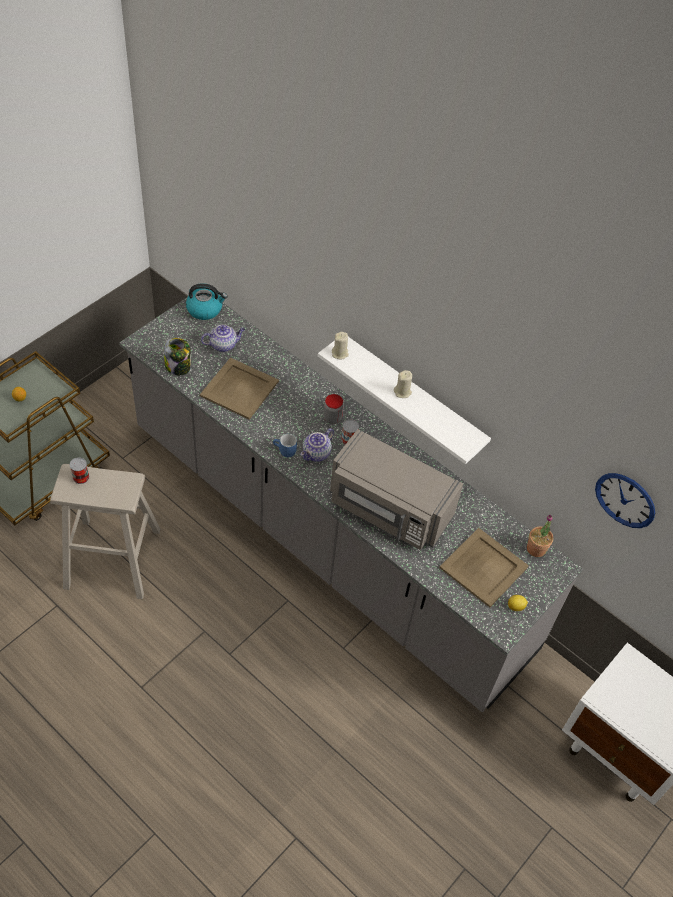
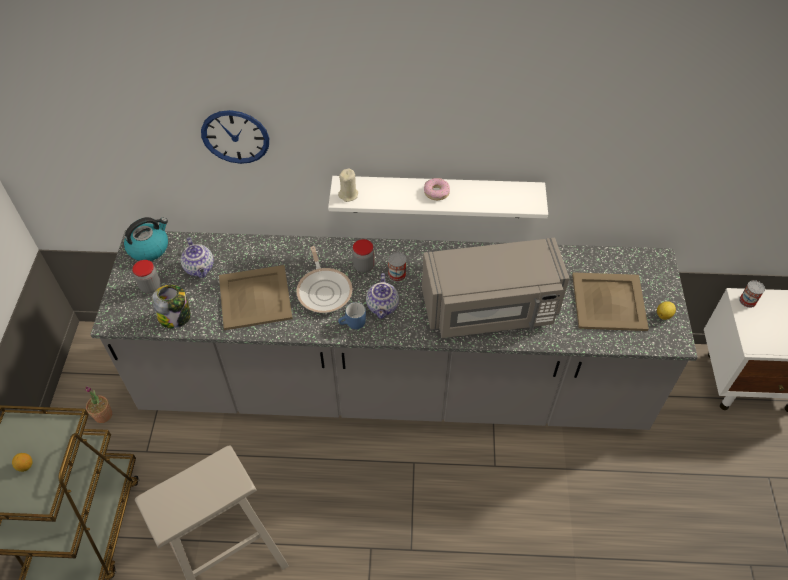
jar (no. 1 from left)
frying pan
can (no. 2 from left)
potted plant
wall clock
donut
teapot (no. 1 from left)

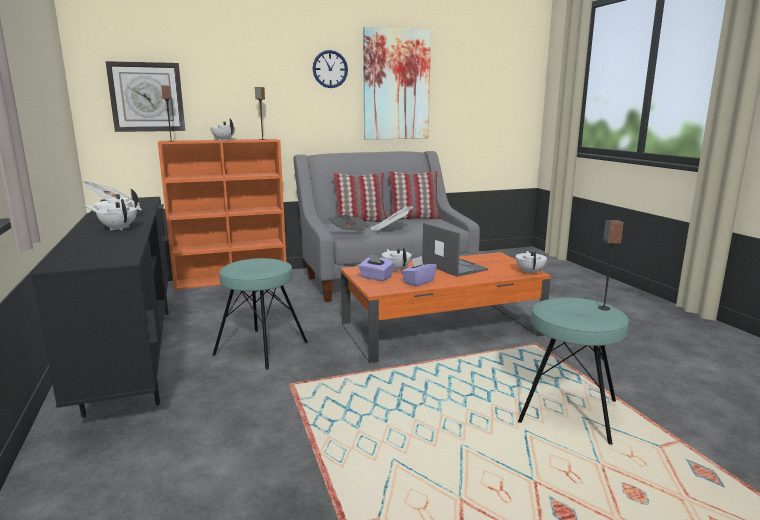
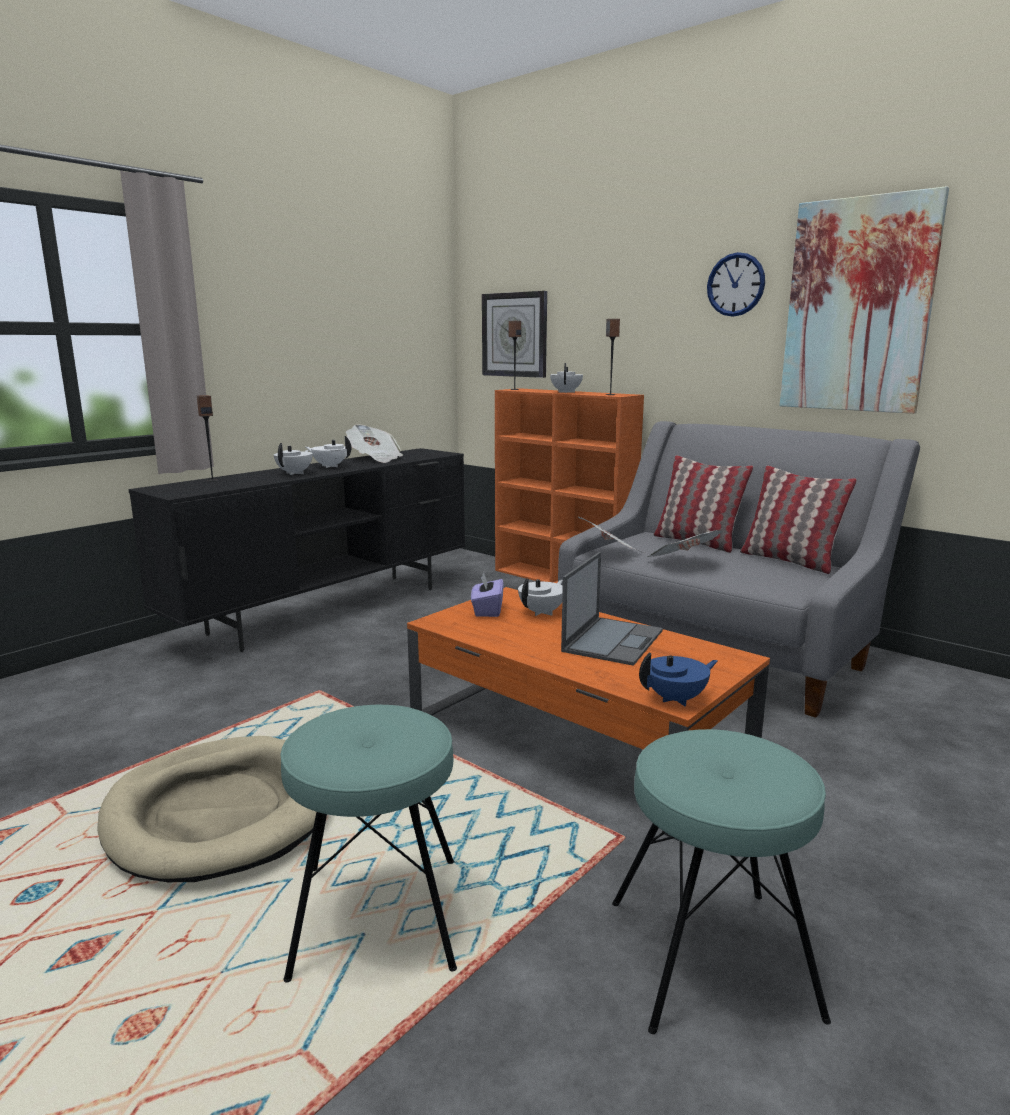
purple tissue box (no. 2 from left in the first image)
beige dog bed
turquoise stool (no. 2 from left)
speaker (no. 1 from left)
blue teapot

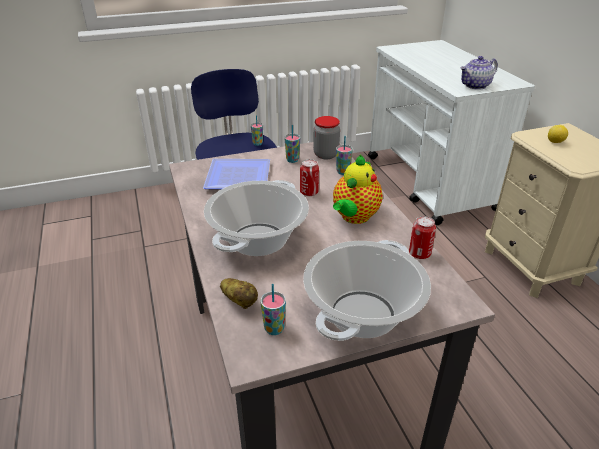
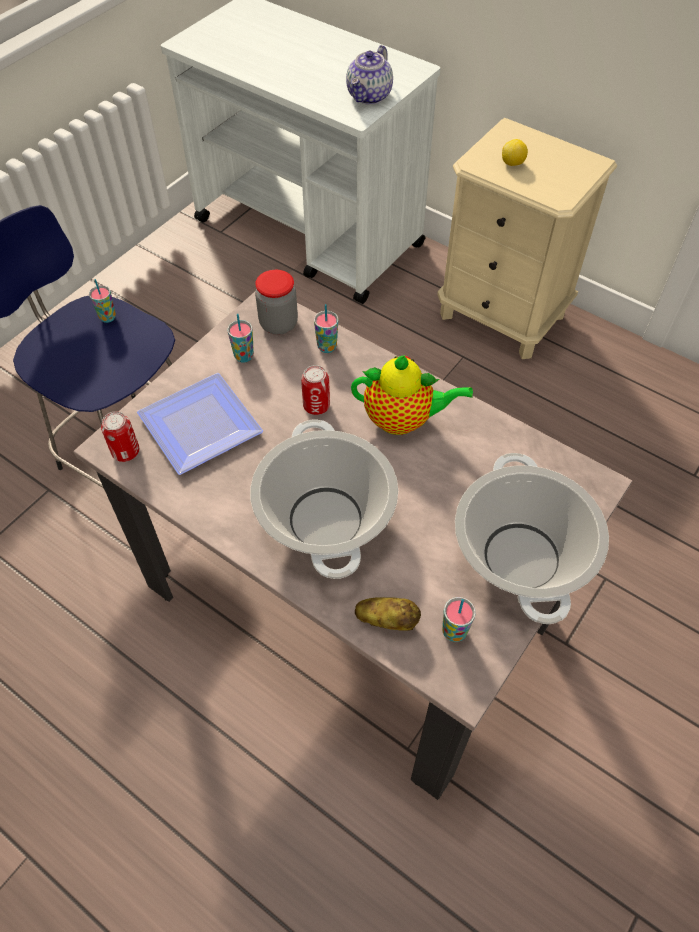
can (no. 1 from left)
teapot (no. 2 from left)

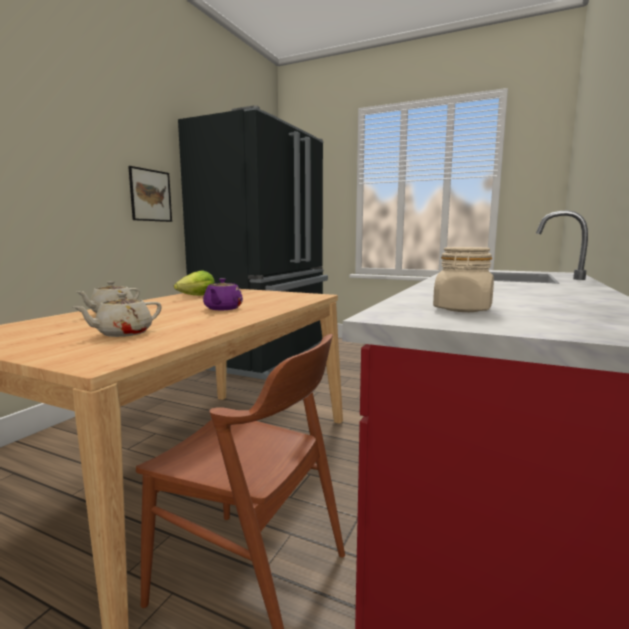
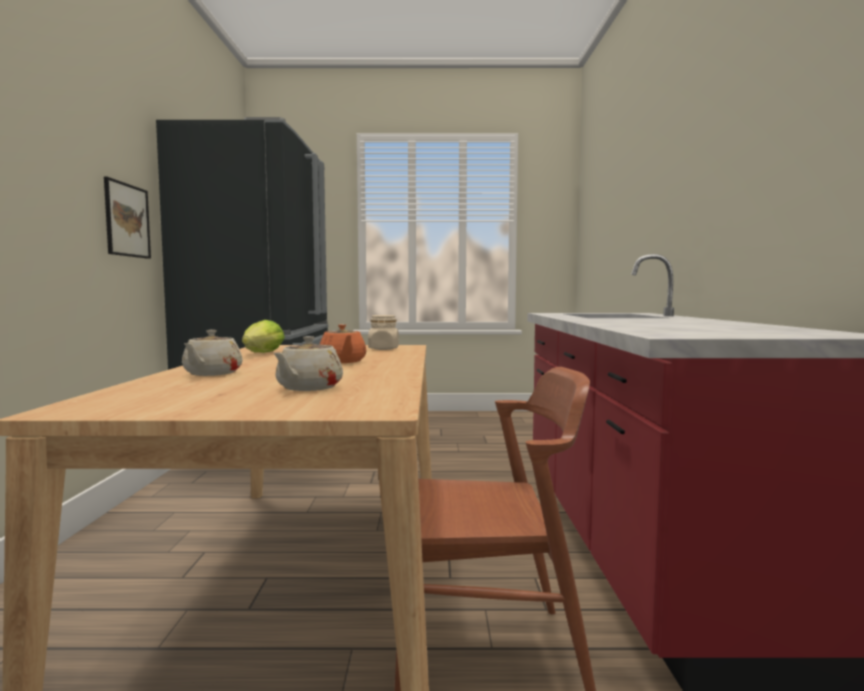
beige jar
orange teapot

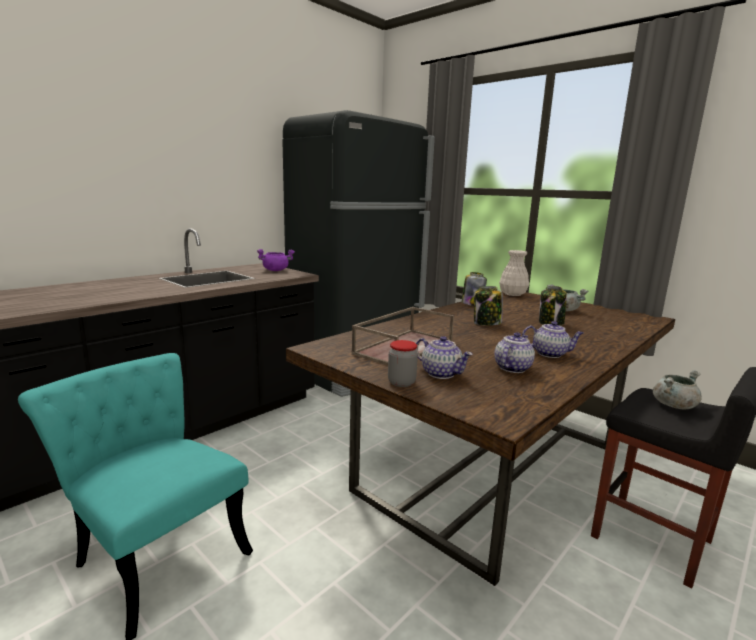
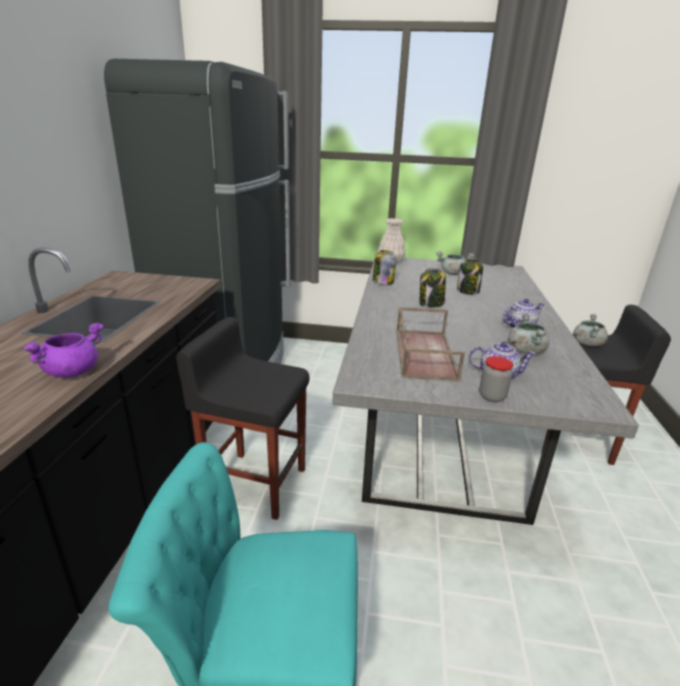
black stool (no. 1 from left)
purple cooking pot
grey cooking pot (no. 2 from left)
grey dining table

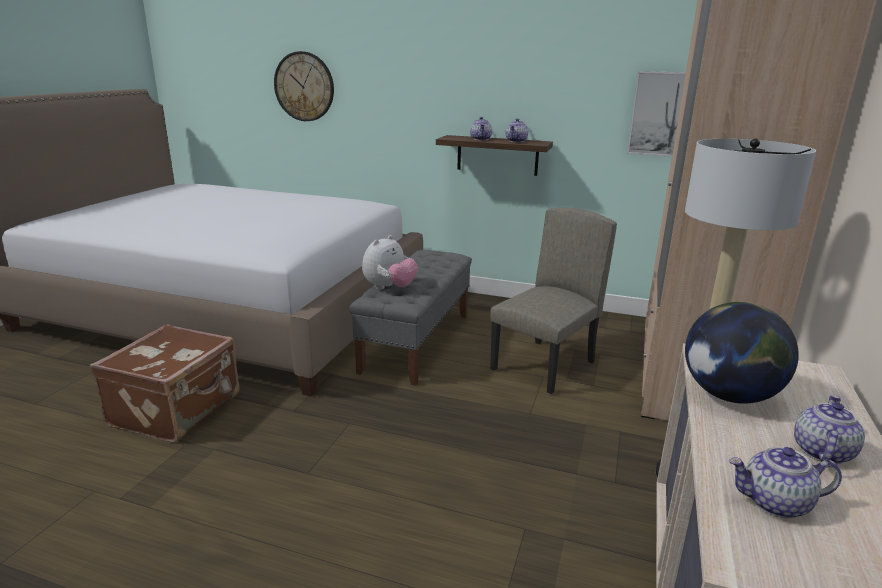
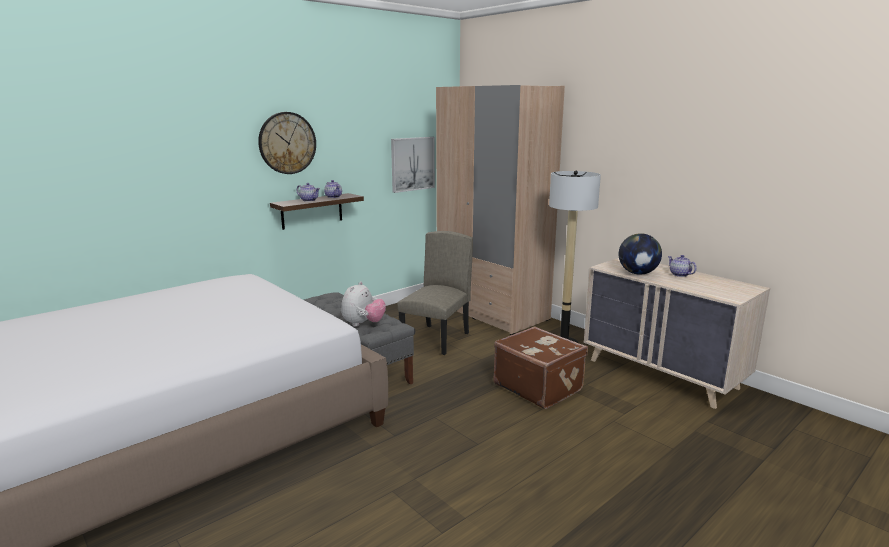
teapot (no. 3 from left in the first image)
brown suitcase
wall clock
plush toy
beige chair

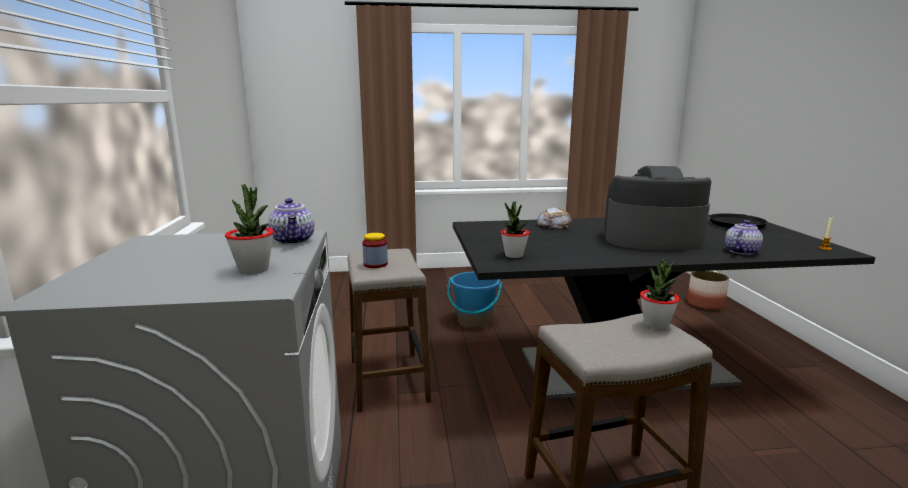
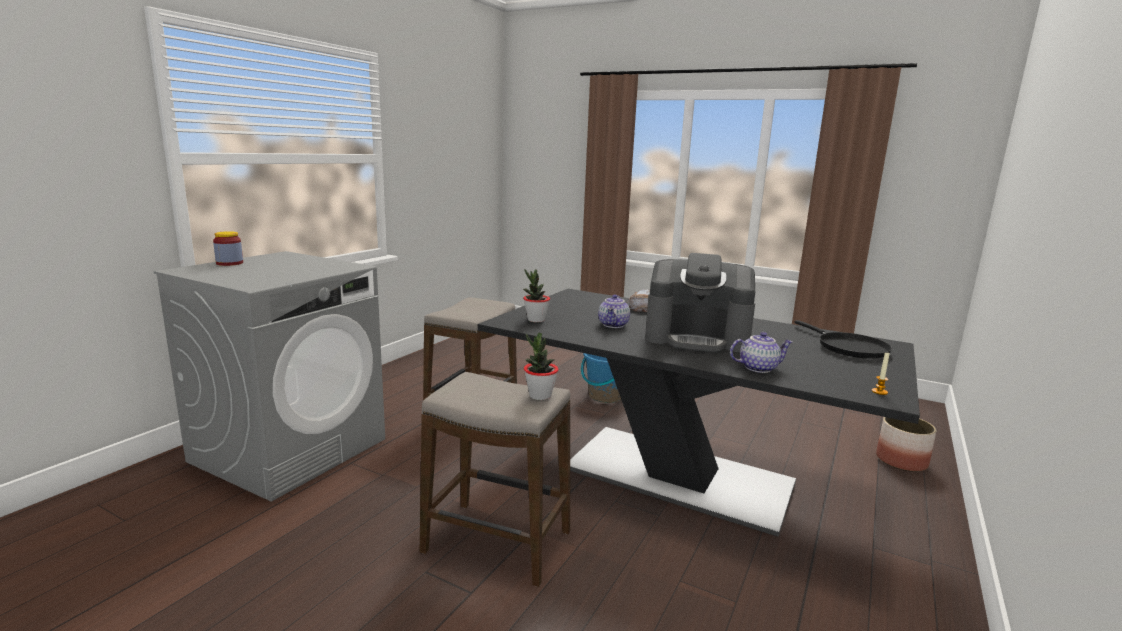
potted plant (no. 1 from left in the first image)
teapot (no. 1 from left)
jar
coffee machine

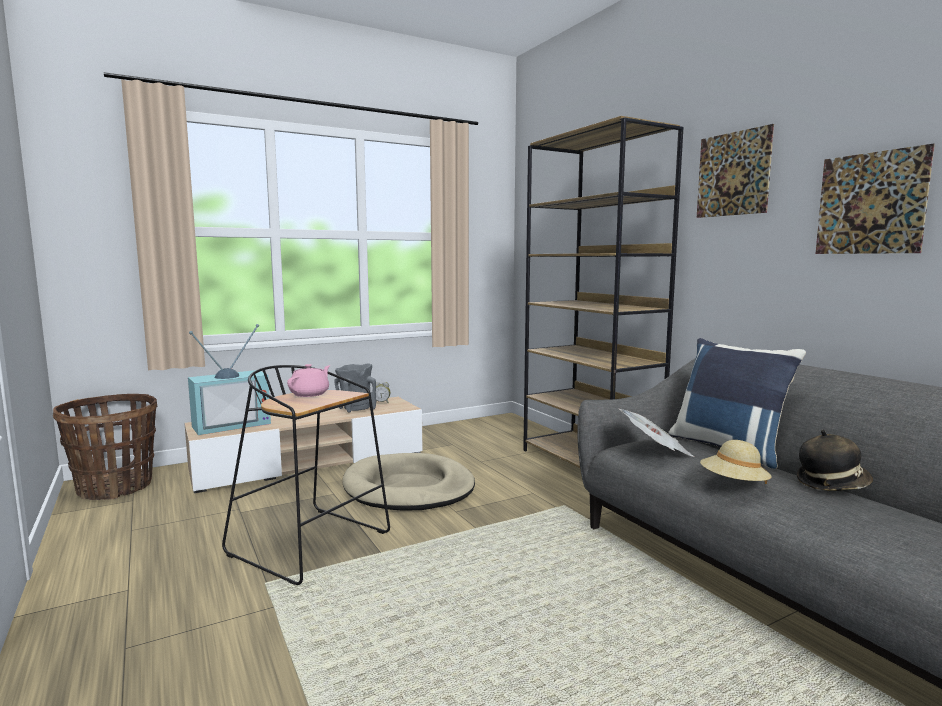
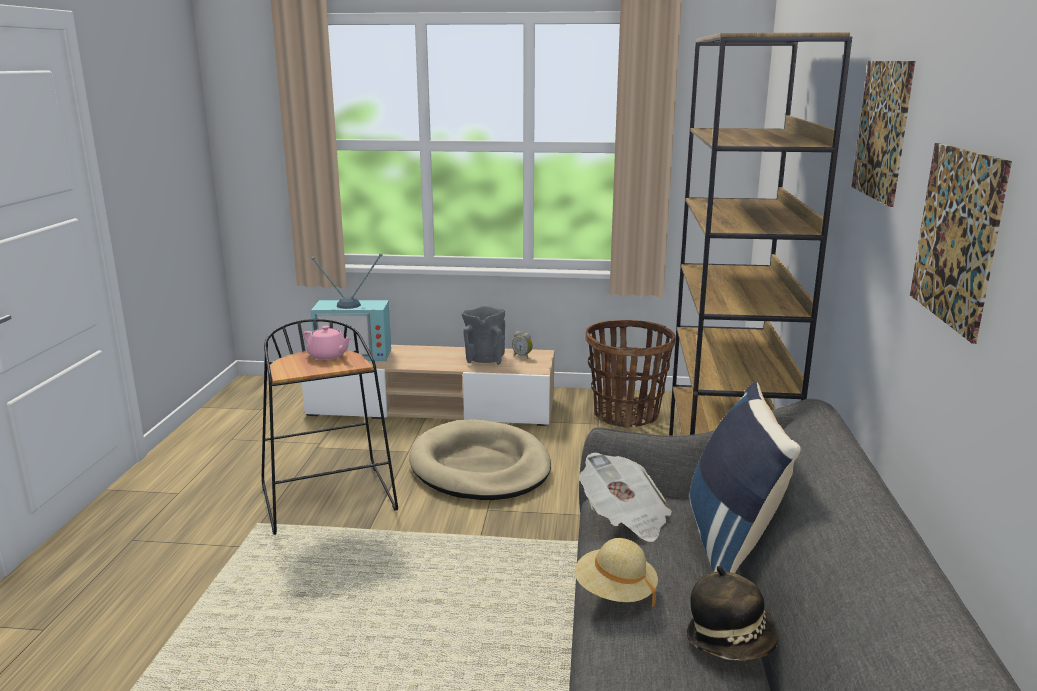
basket
pink teapot

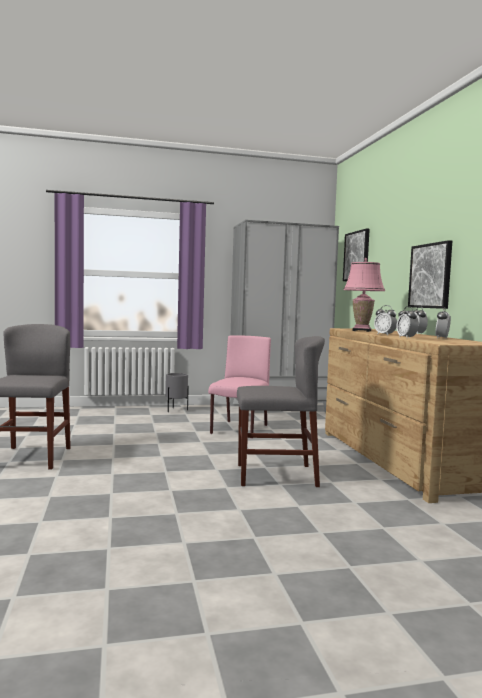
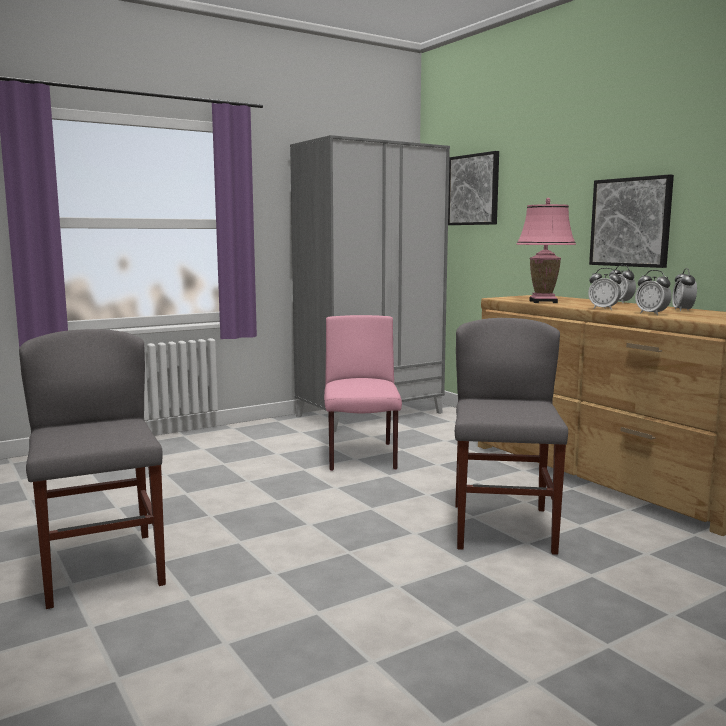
grey planter
grey chair (no. 2 from left)

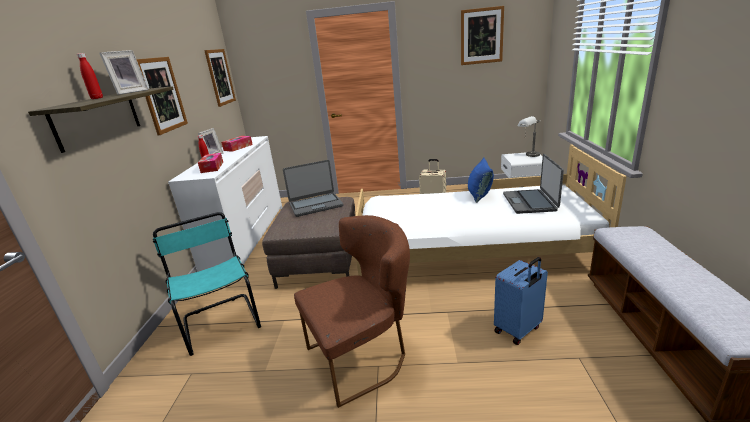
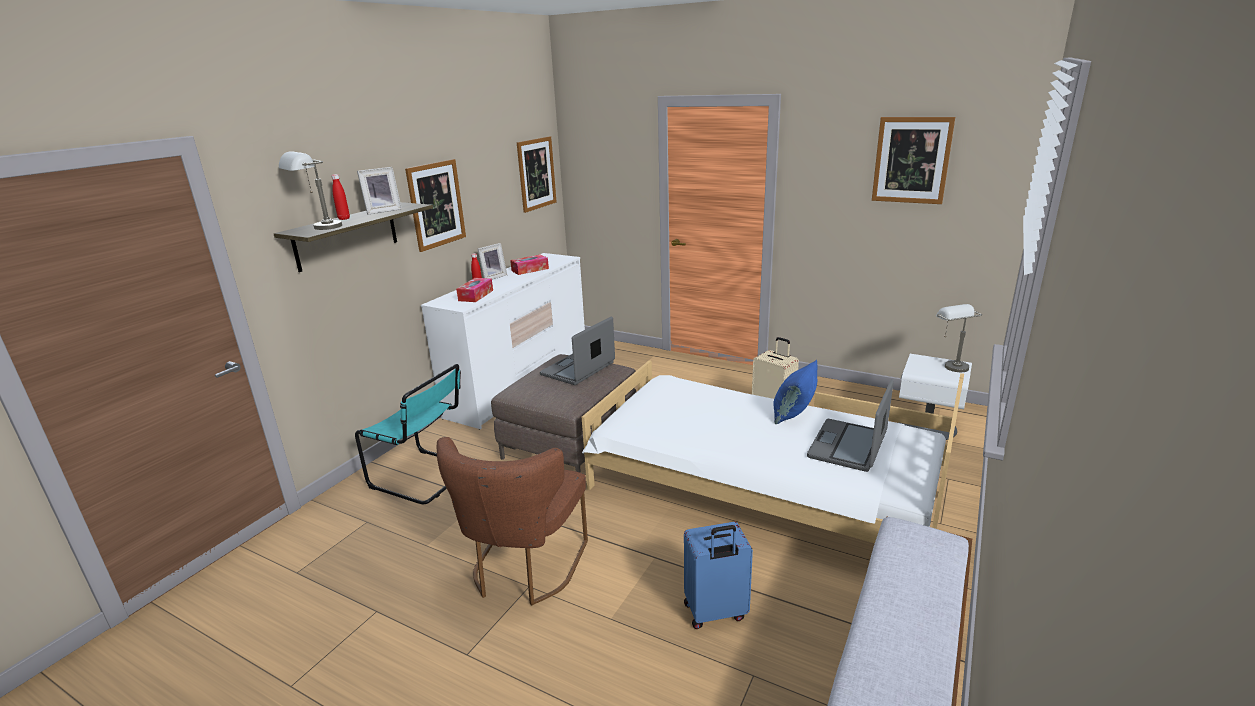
grey table lamp (no. 1 from left)
turquoise chair
laptop (no. 1 from left)
brown chair

